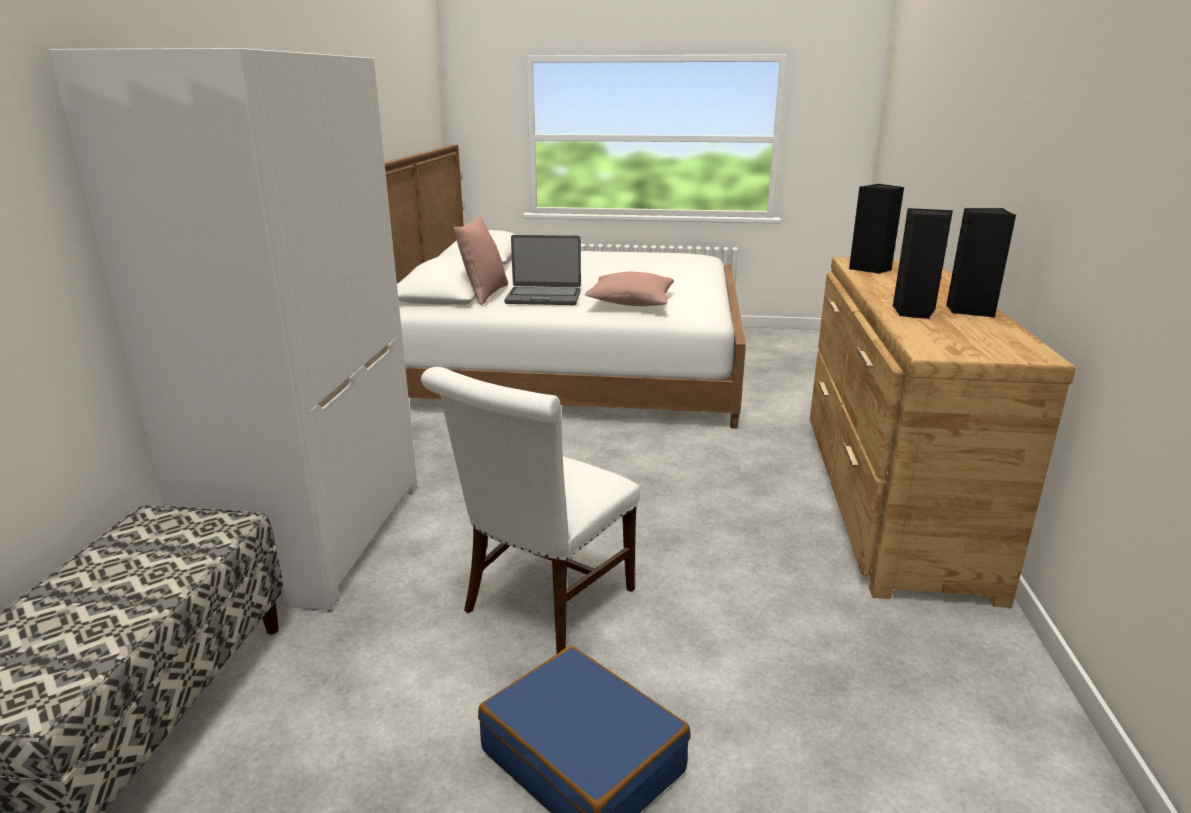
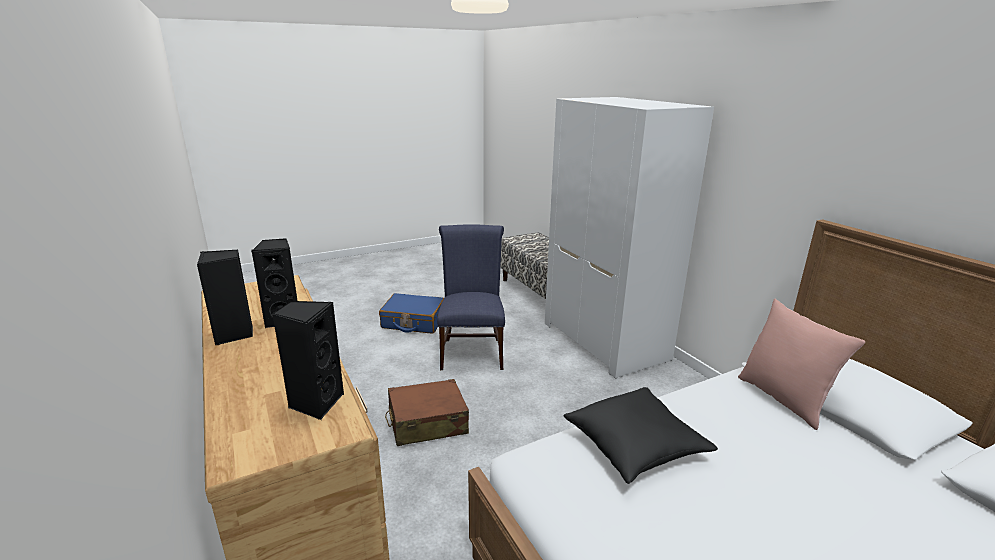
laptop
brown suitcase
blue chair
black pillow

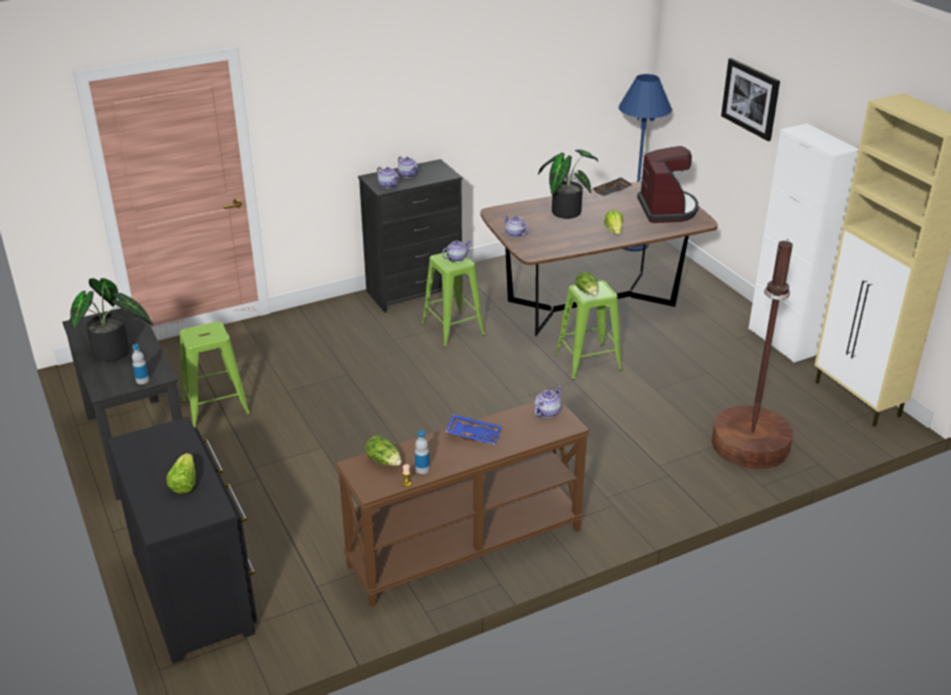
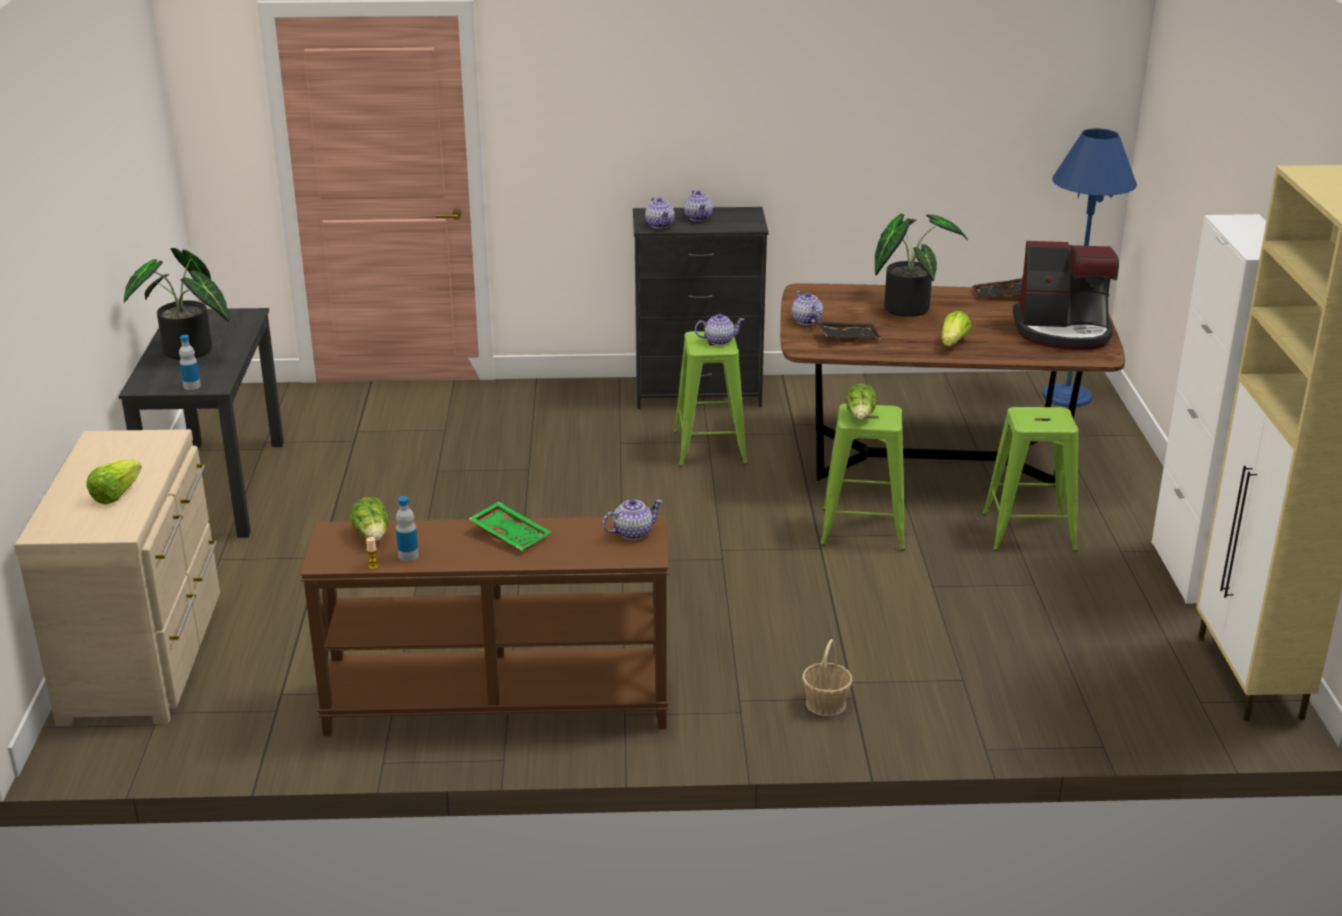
brown floor lamp
picture
basket
black tray (no. 1 from left)
green stool (no. 3 from left)
beige dresser
green tray
coffee machine

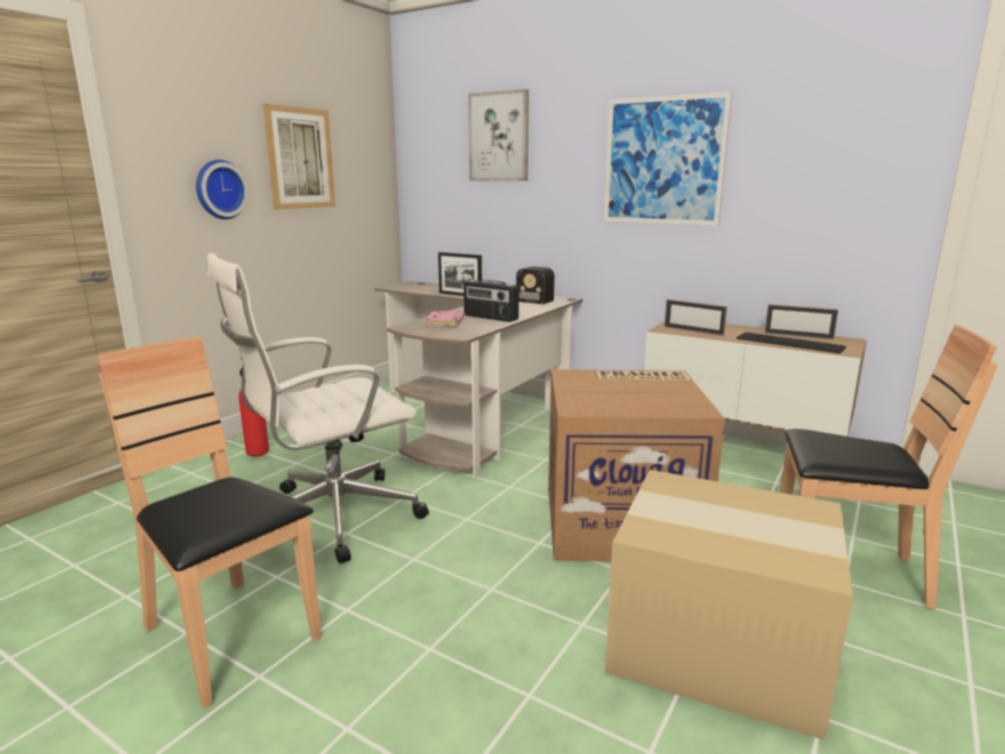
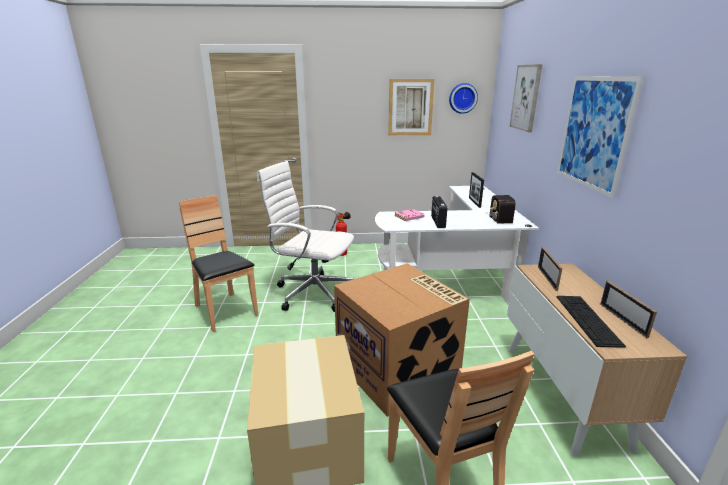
wall clock
white desk
brown chair (no. 1 from left)

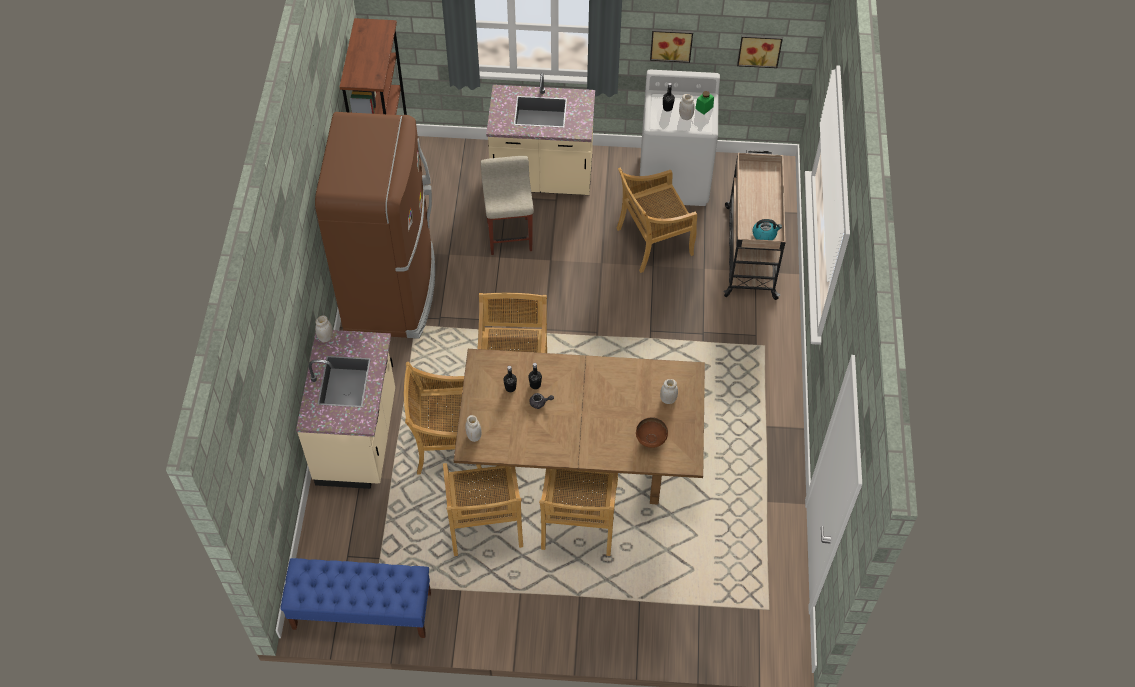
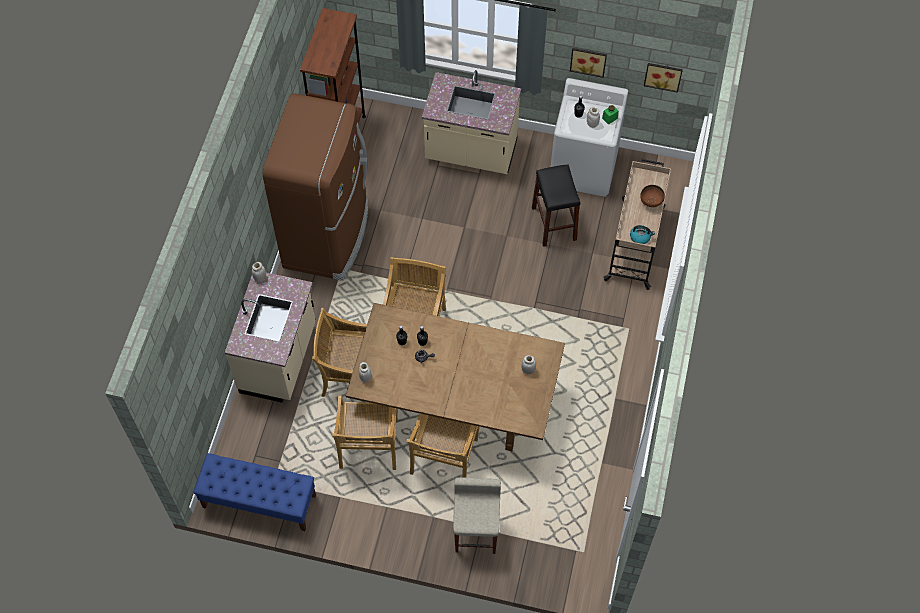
beige stool
brown bowl
black stool

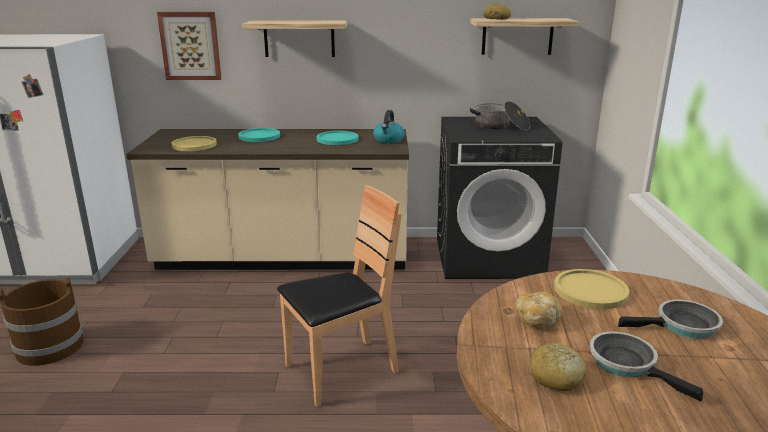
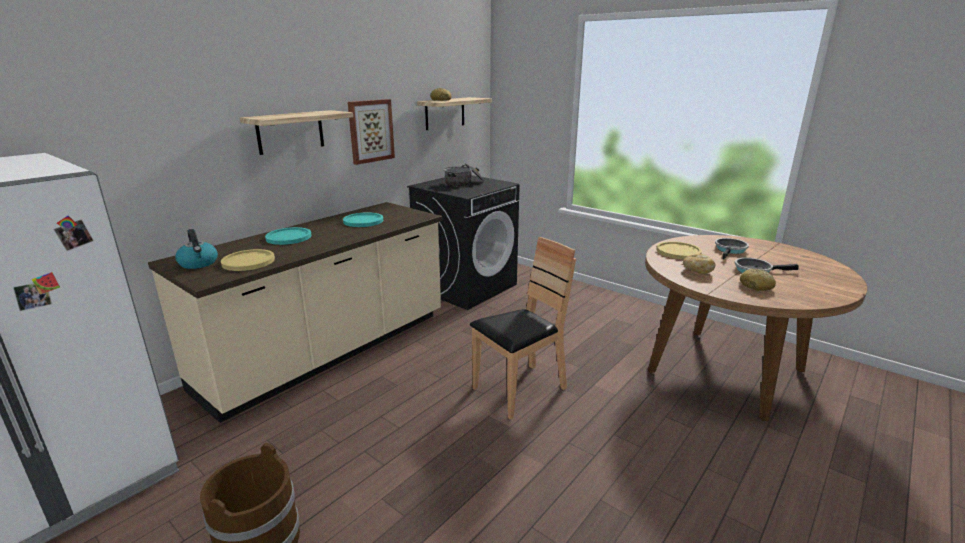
picture
kettle
brown chair

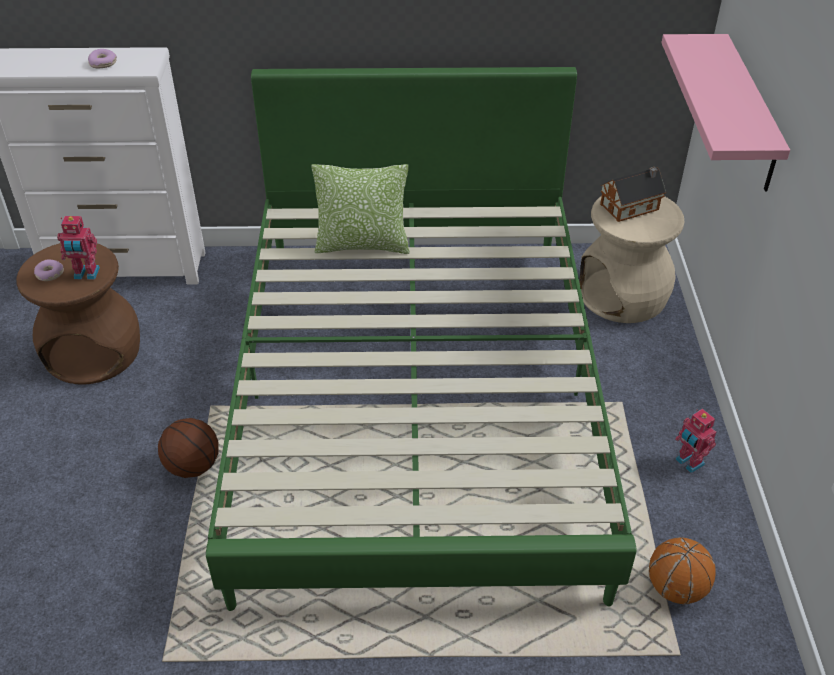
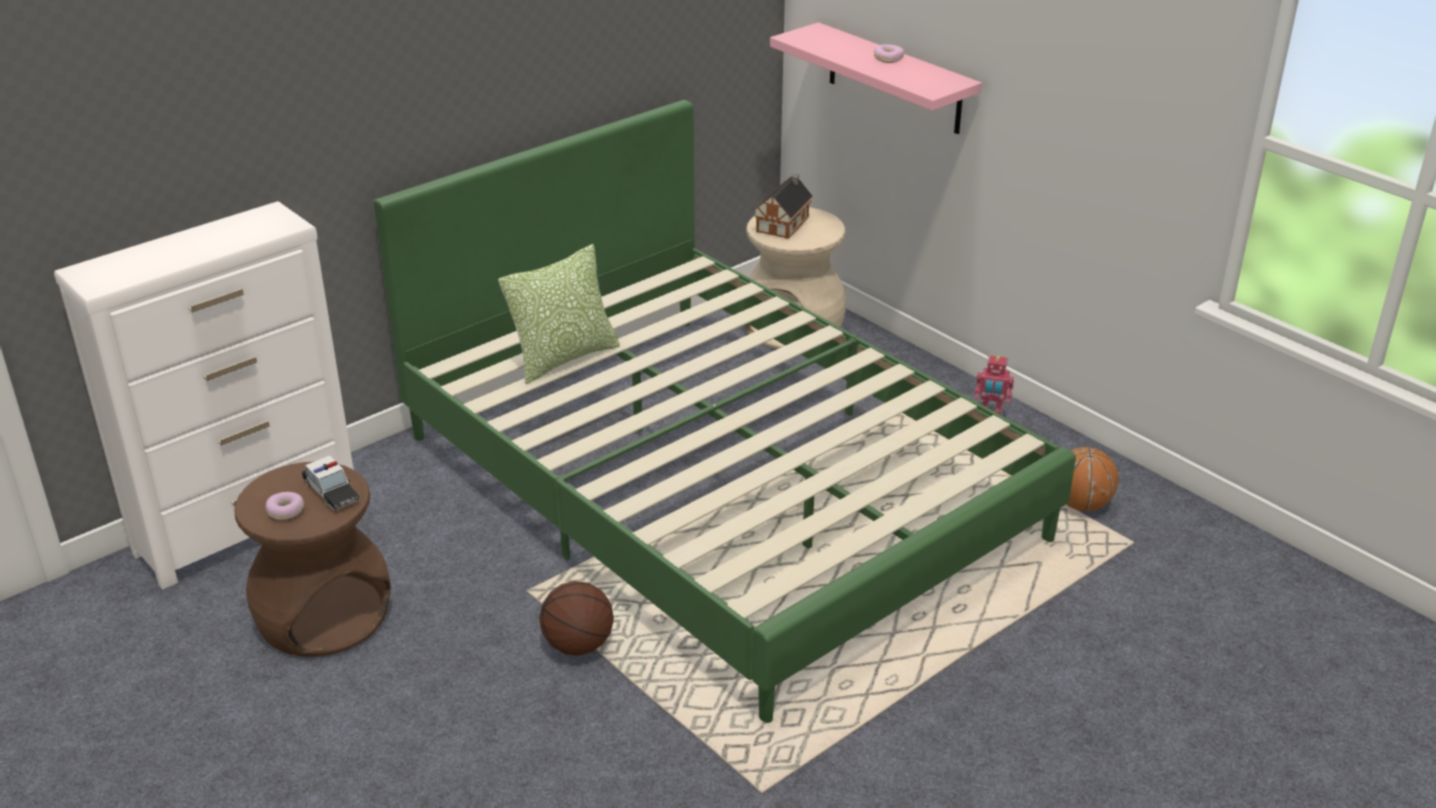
donut (no. 2 from left)
toy car

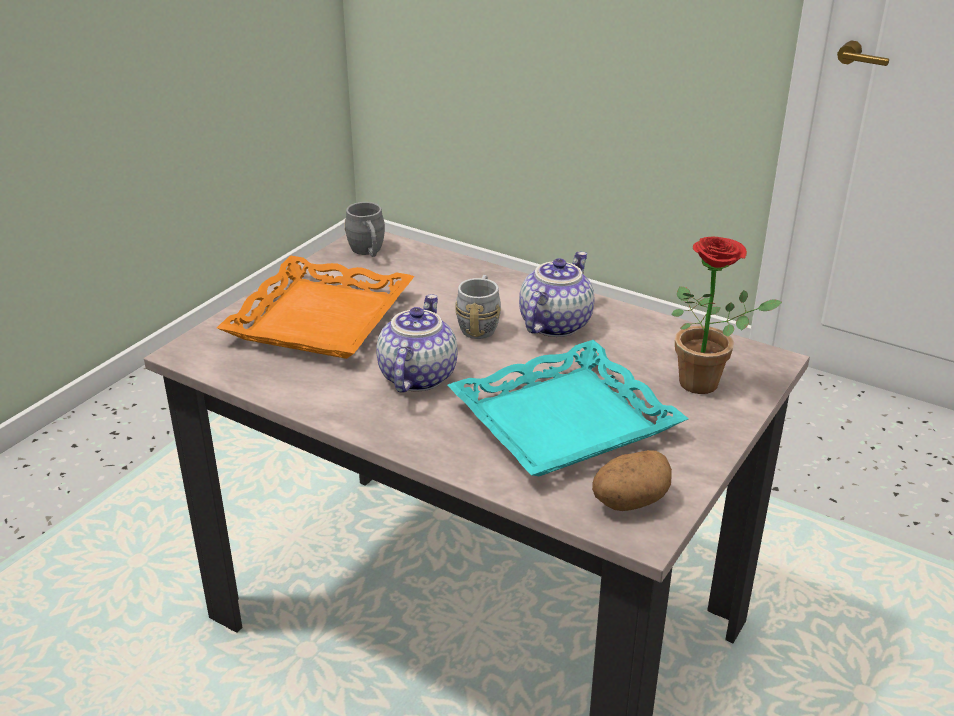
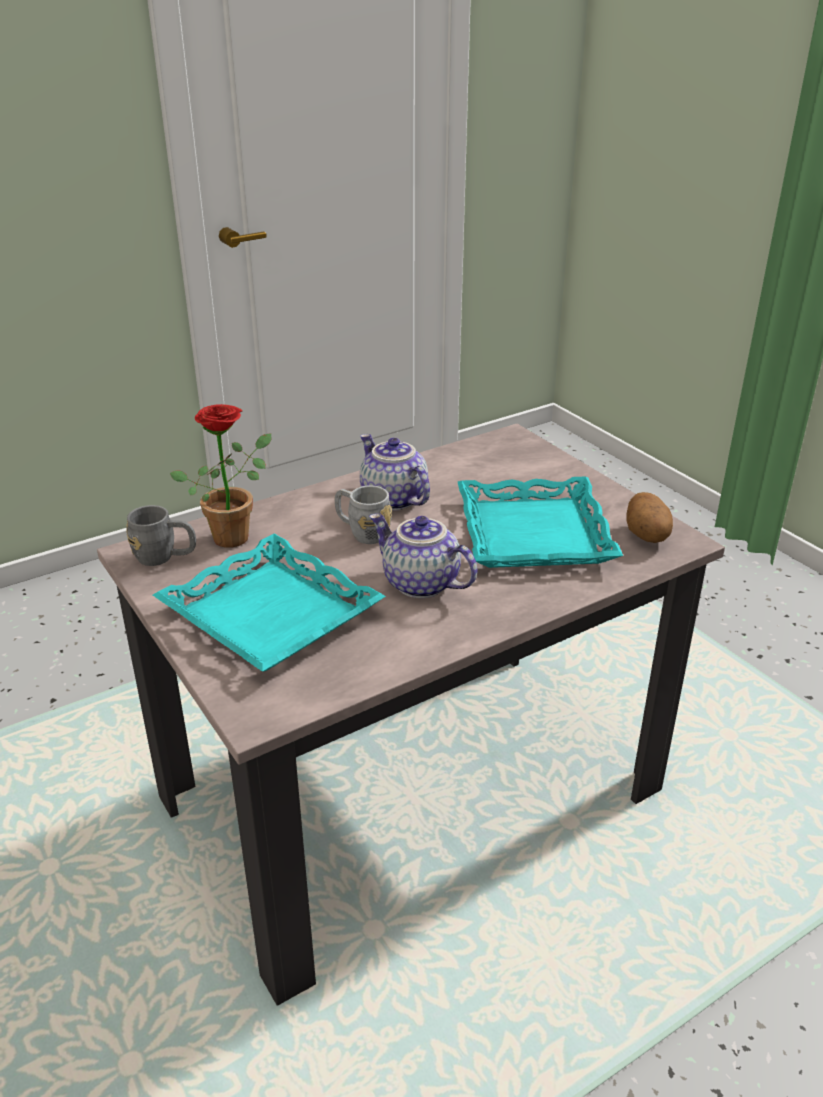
potted plant
turquoise tray (no. 1 from left)

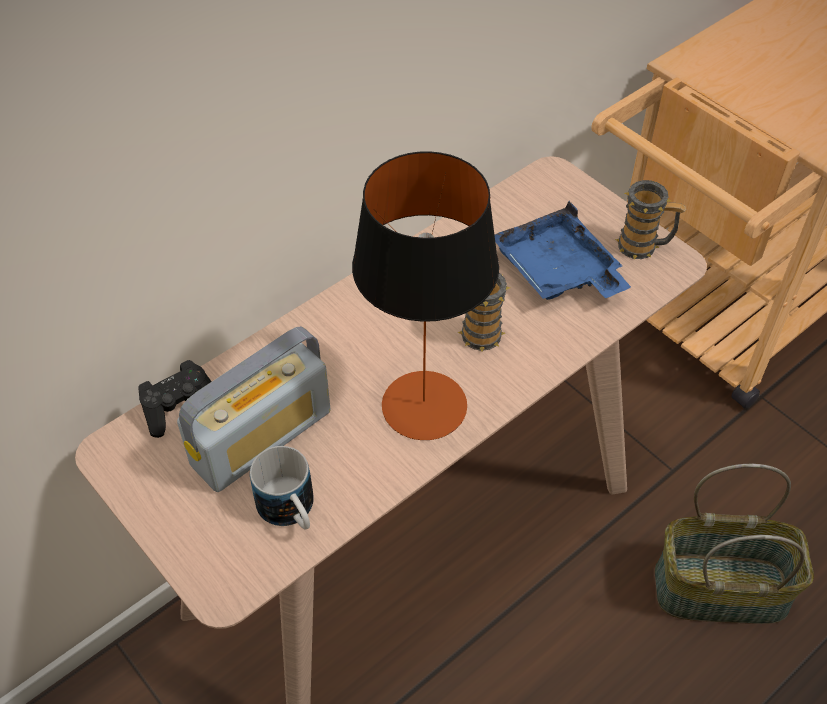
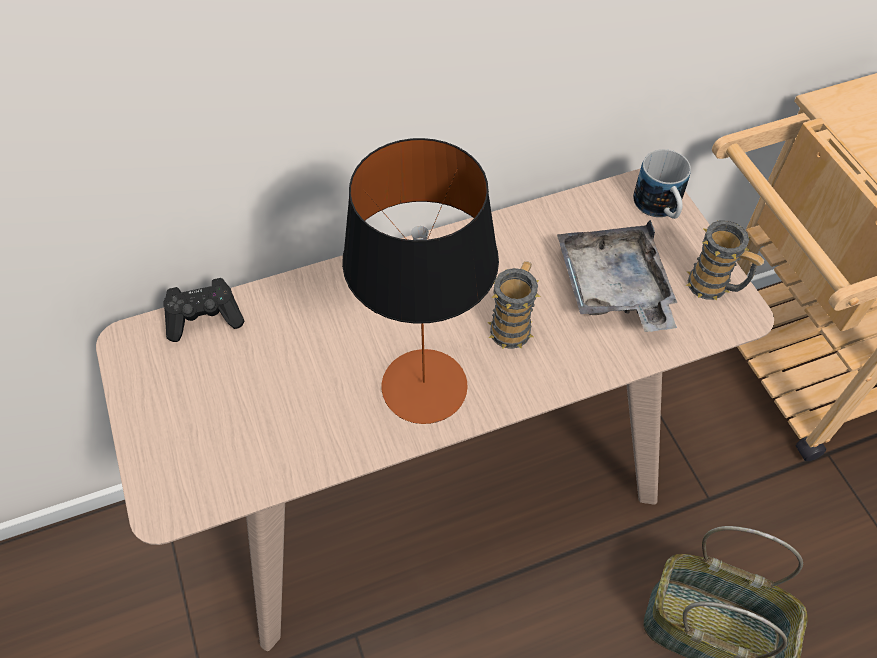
radio
mug (no. 2 from left)
grey tray

